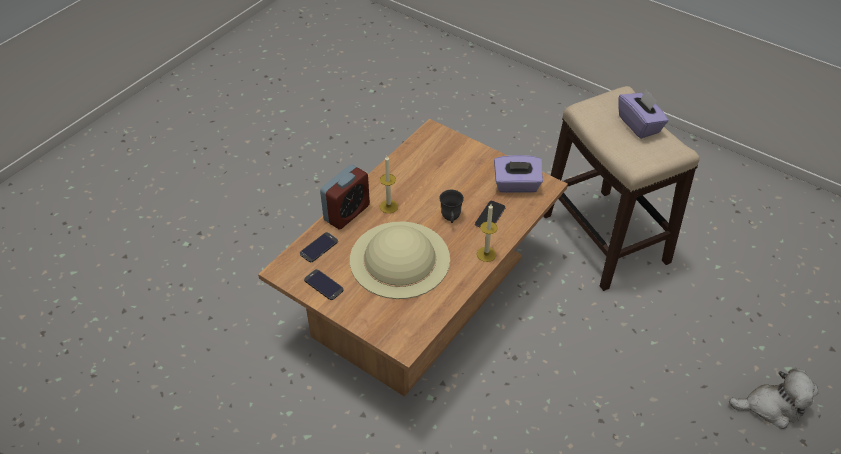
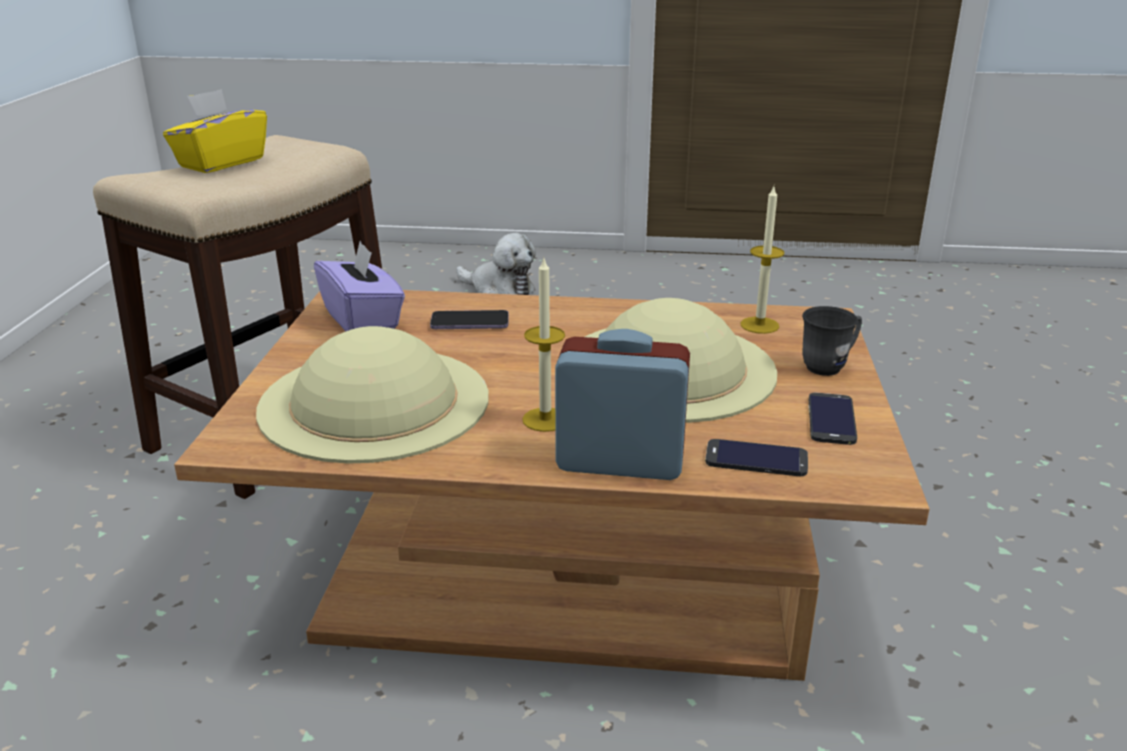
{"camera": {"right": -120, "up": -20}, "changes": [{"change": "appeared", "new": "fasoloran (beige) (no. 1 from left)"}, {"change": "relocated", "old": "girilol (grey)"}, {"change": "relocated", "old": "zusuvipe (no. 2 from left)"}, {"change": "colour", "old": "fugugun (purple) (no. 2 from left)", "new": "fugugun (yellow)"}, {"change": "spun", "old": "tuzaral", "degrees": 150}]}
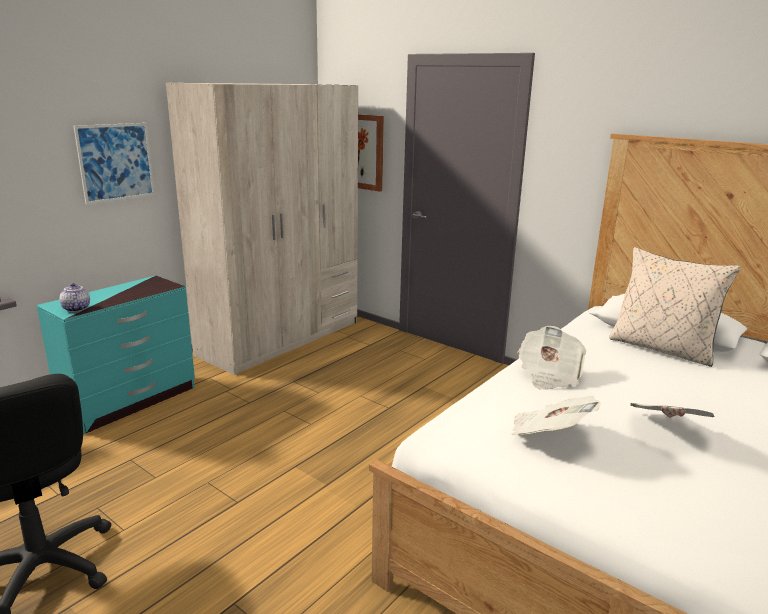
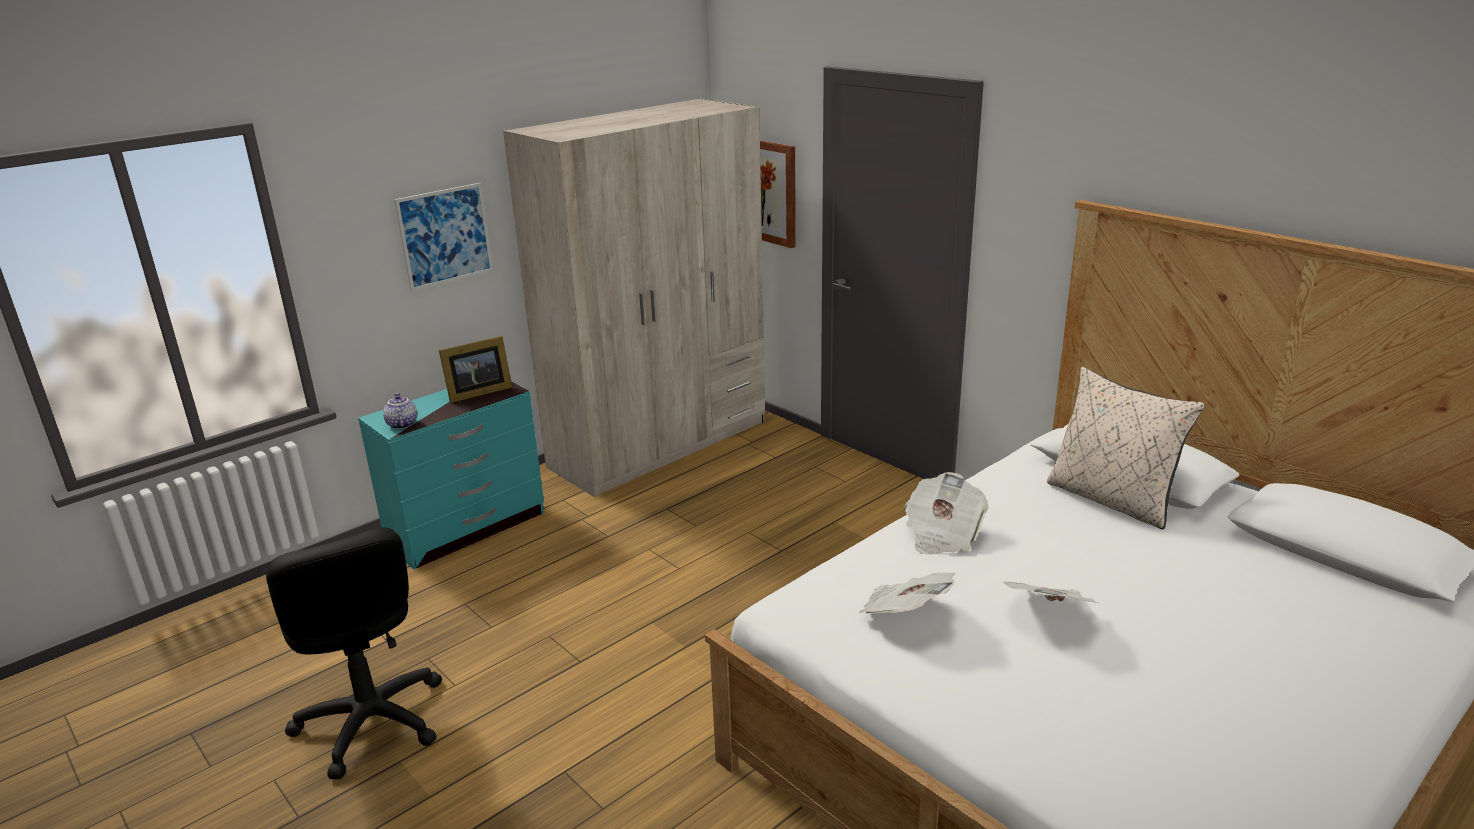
{"camera": {"right": 10, "up": 5}, "changes": [{"change": "appeared", "new": "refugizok"}]}
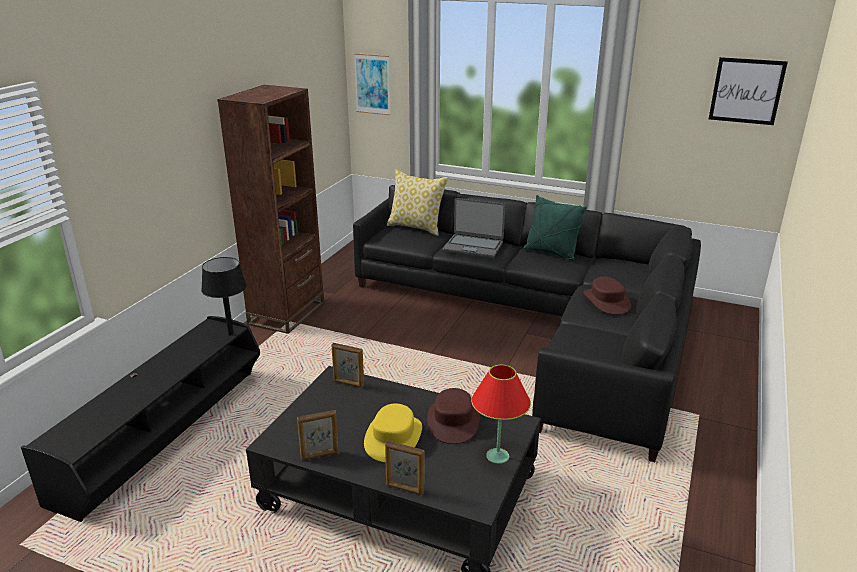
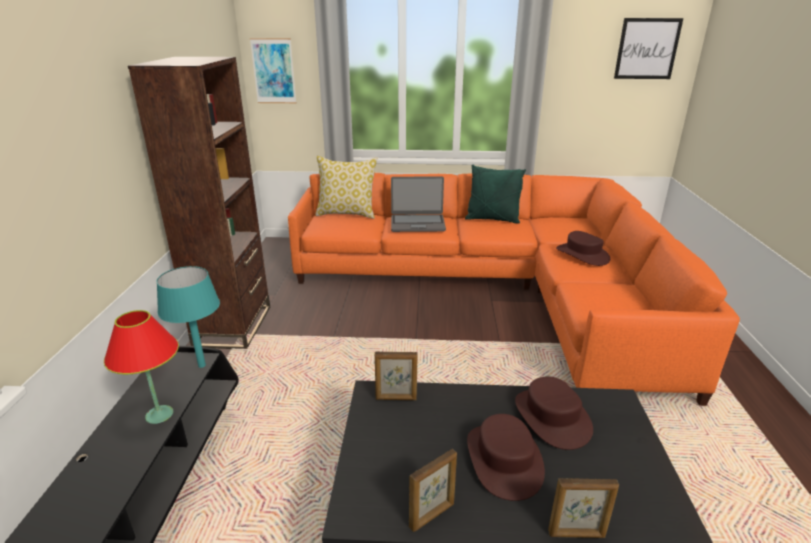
{"camera": {"right": -20, "up": 0}, "changes": [{"change": "relocated", "old": "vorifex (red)"}, {"change": "colour", "old": "vorifex (black)", "new": "vorifex (turquoise)"}, {"change": "colour", "old": "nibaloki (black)", "new": "nibaloki (orange)"}, {"change": "colour", "old": "fasoloran (yellow)", "new": "fasoloran (brown) (no. 1 from left)"}]}
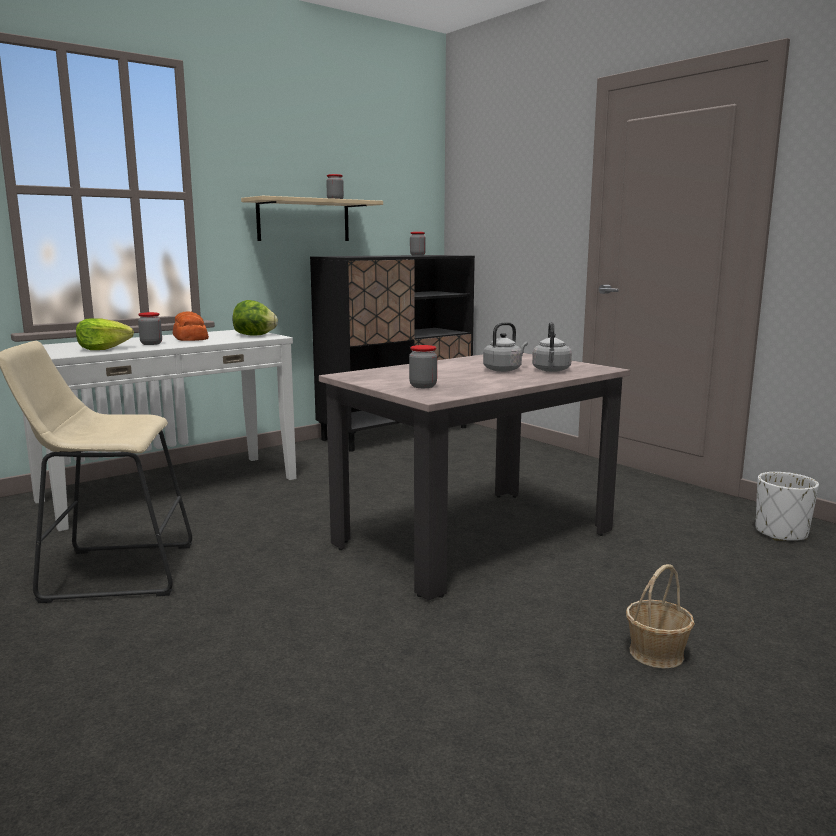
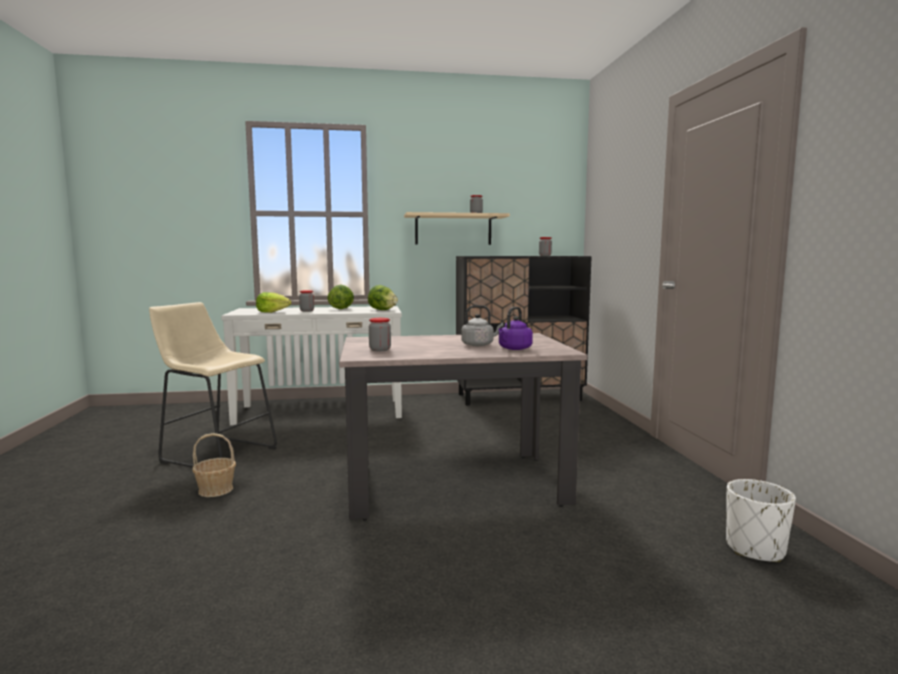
{"camera": {"right": 30, "up": -5}, "changes": [{"change": "relocated", "old": "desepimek"}, {"change": "exchanged", "old": "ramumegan", "new": "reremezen (no. 2 from left)"}, {"change": "colour", "old": "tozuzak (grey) (no. 2 from left)", "new": "tozuzak (purple)"}]}
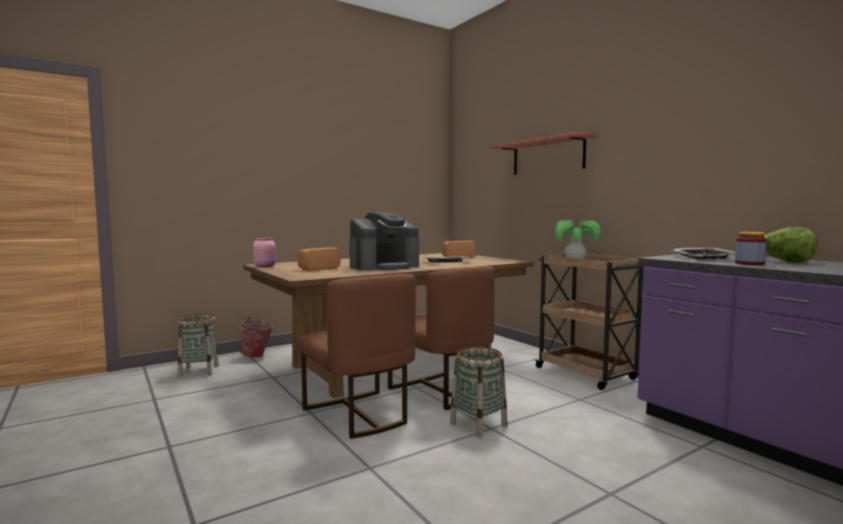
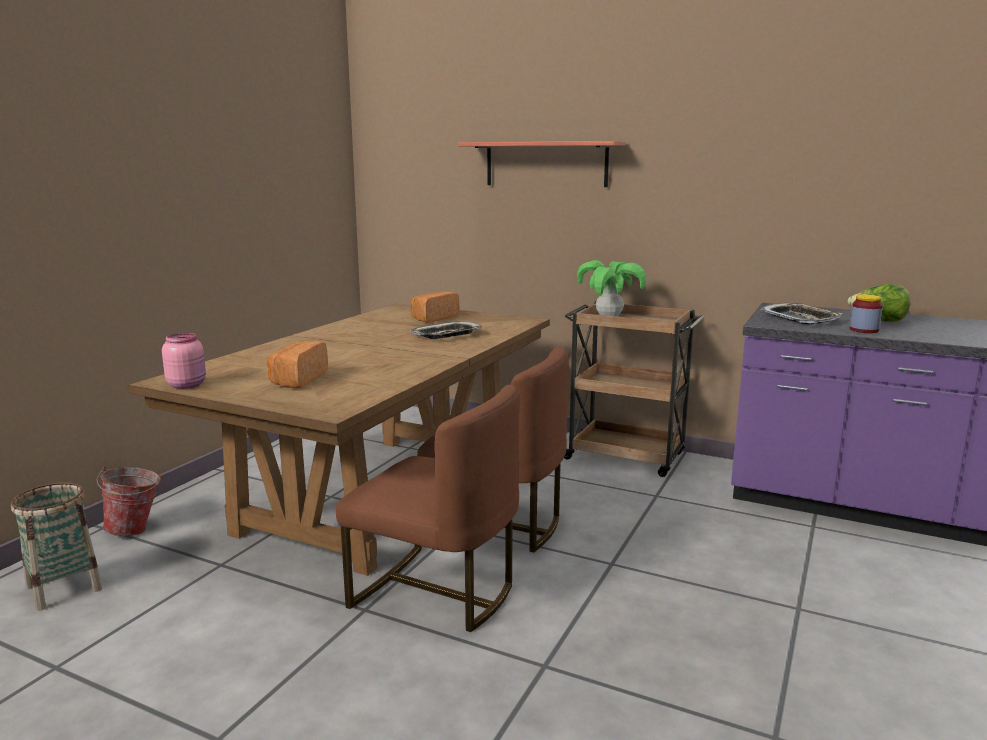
{"camera": {"right": -30, "up": 10}, "changes": [{"change": "missing", "old": "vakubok"}, {"change": "missing", "old": "desepimek (no. 2 from left)"}]}
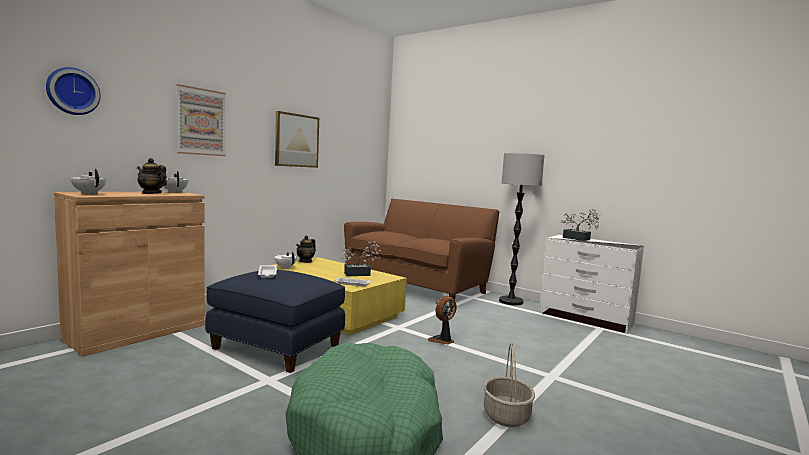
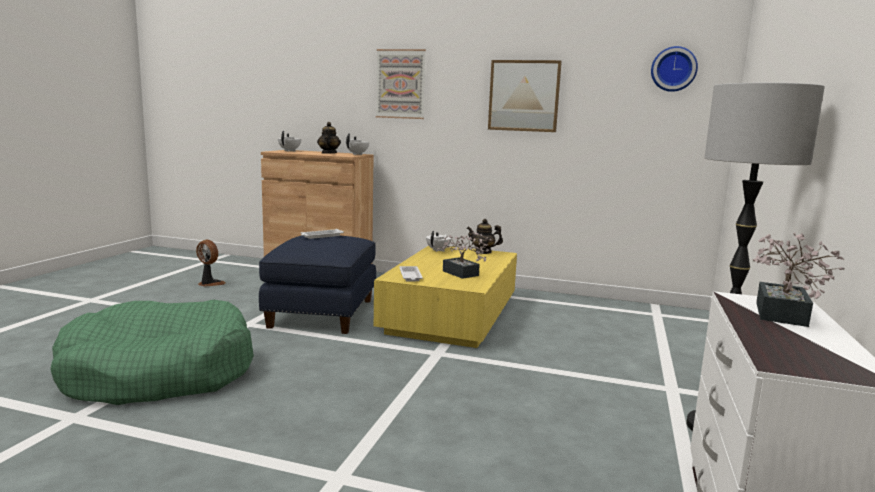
{"camera": {"right": 70, "up": 5}, "changes": [{"change": "missing", "old": "nibaloki (brown)"}, {"change": "missing", "old": "desepimek"}, {"change": "relocated", "old": "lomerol"}, {"change": "relocated", "old": "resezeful"}]}
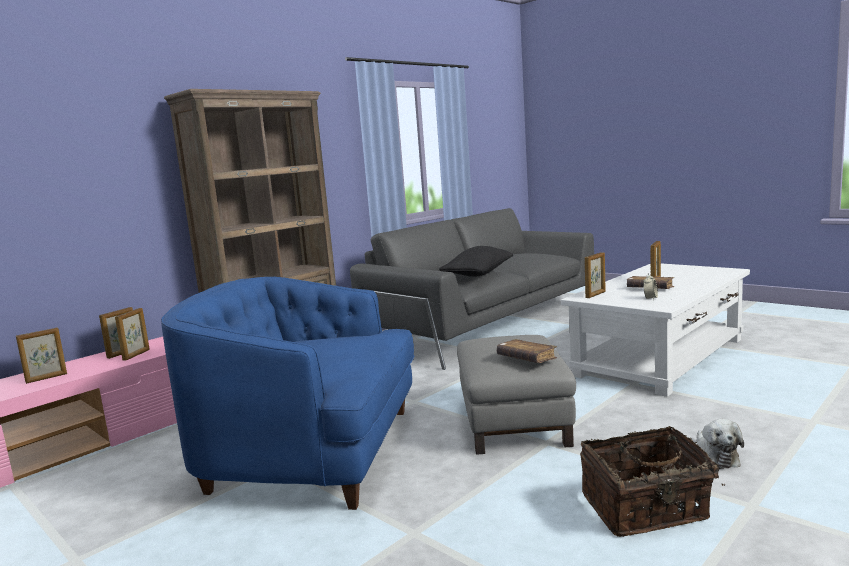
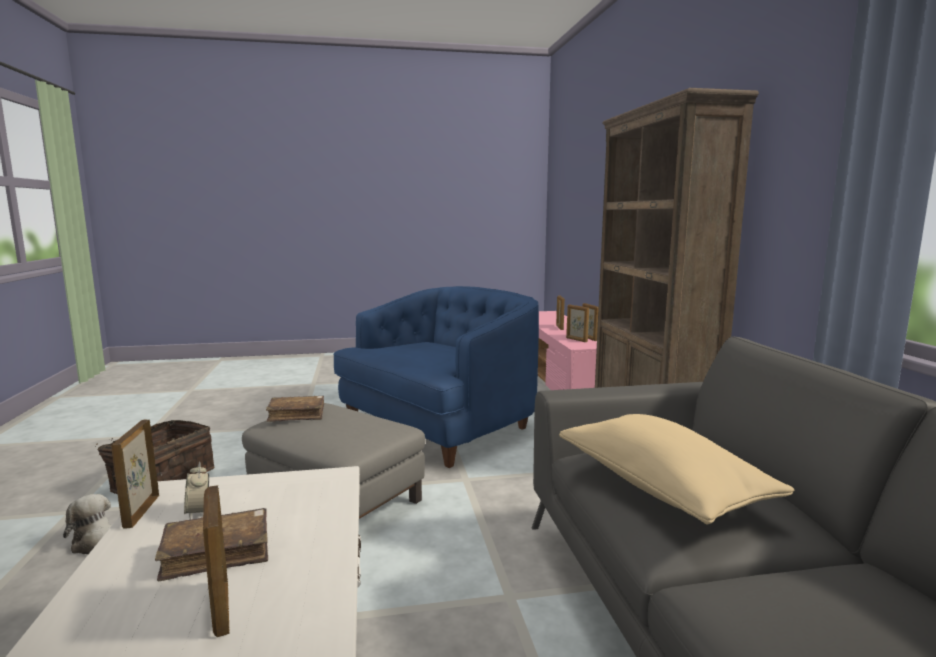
{"camera": {"right": 125, "up": 0}, "changes": [{"change": "relocated", "old": "refugizok (no. 4 from left in the first image)", "new": "refugizok (no. 1 from left)"}, {"change": "colour", "old": "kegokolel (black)", "new": "kegokolel (beige)"}]}
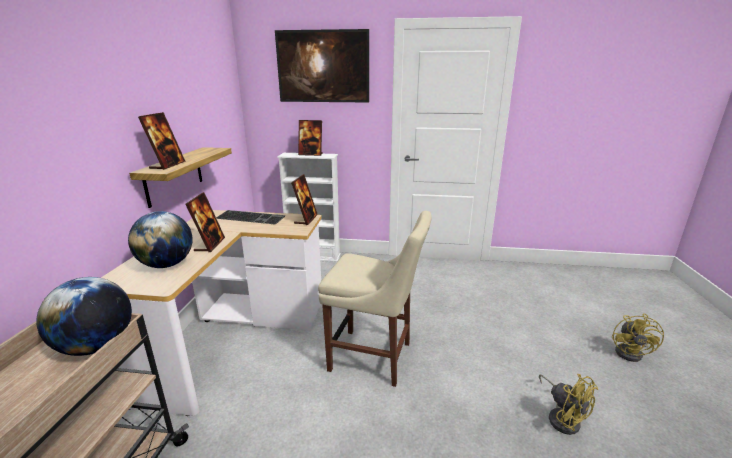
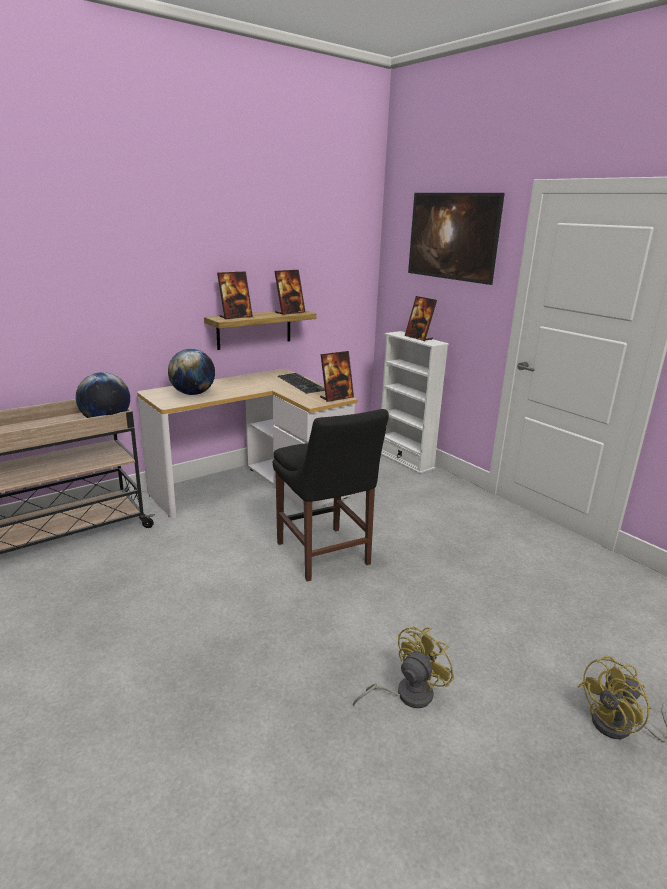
{"camera": {"right": 45, "up": 0}, "changes": [{"change": "relocated", "old": "refugizok (no. 2 from left)"}, {"change": "colour", "old": "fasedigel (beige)", "new": "fasedigel (black)"}, {"change": "spun", "old": "resezeful (yellow) (no. 1 from left)", "degrees": -150}]}
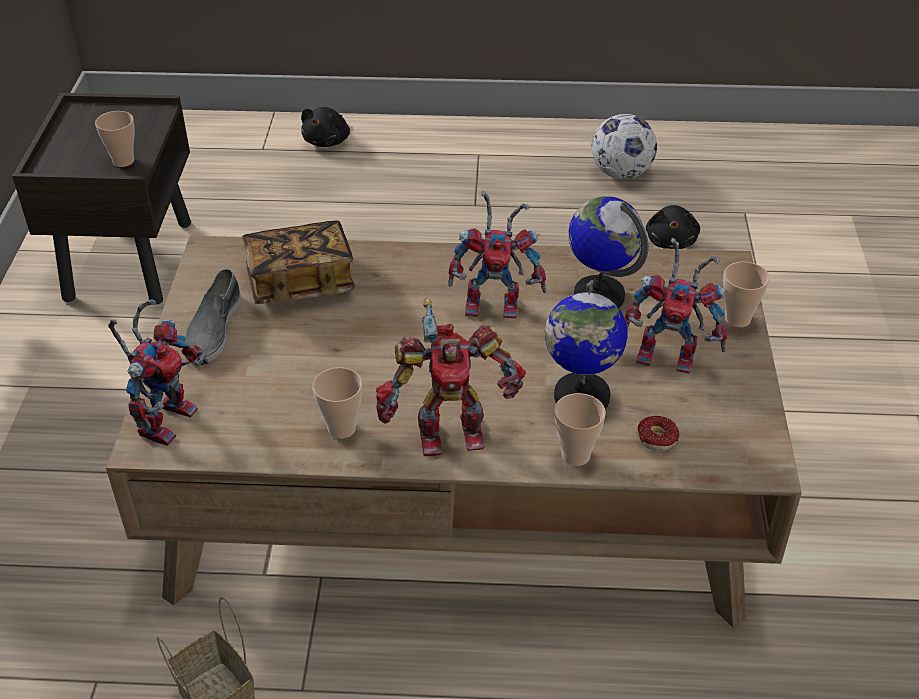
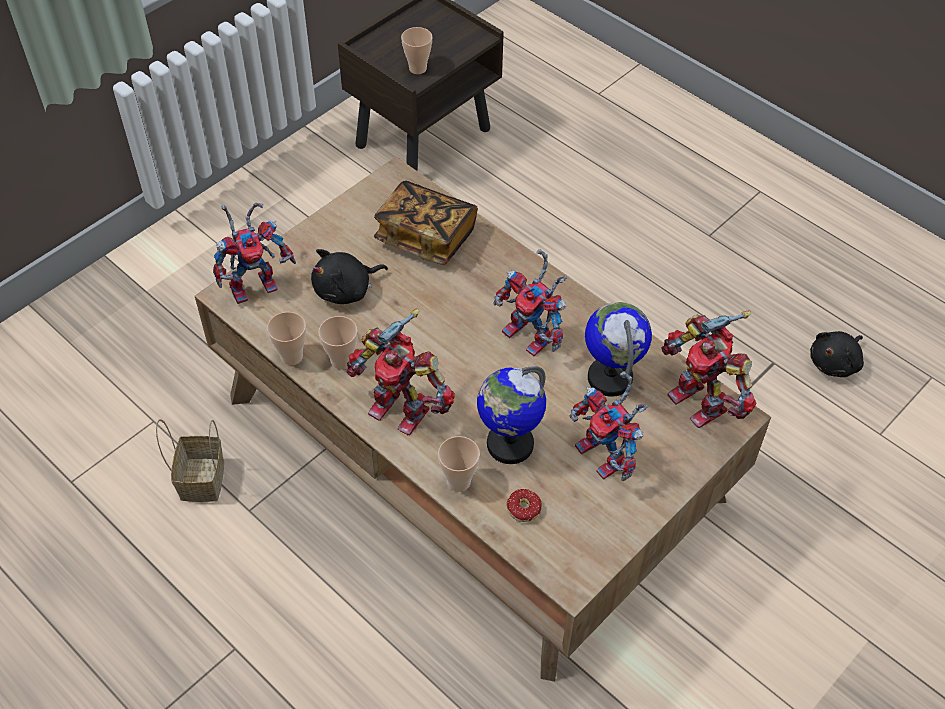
{"camera": {"right": 40, "up": 10}, "changes": [{"change": "missing", "old": "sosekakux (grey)"}, {"change": "missing", "old": "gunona"}, {"change": "appeared", "new": "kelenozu (no. 5 from left)"}, {"change": "relocated", "old": "tuzaral (black) (no. 1 from left)"}, {"change": "relocated", "old": "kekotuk (no. 4 from left in the first image)", "new": "kekotuk (no. 1 from left)"}]}
